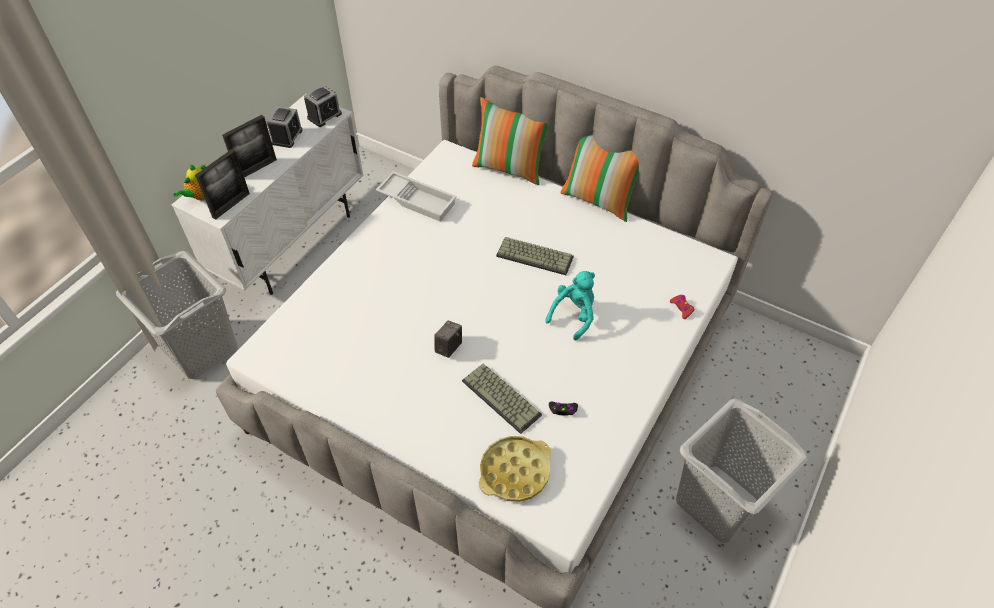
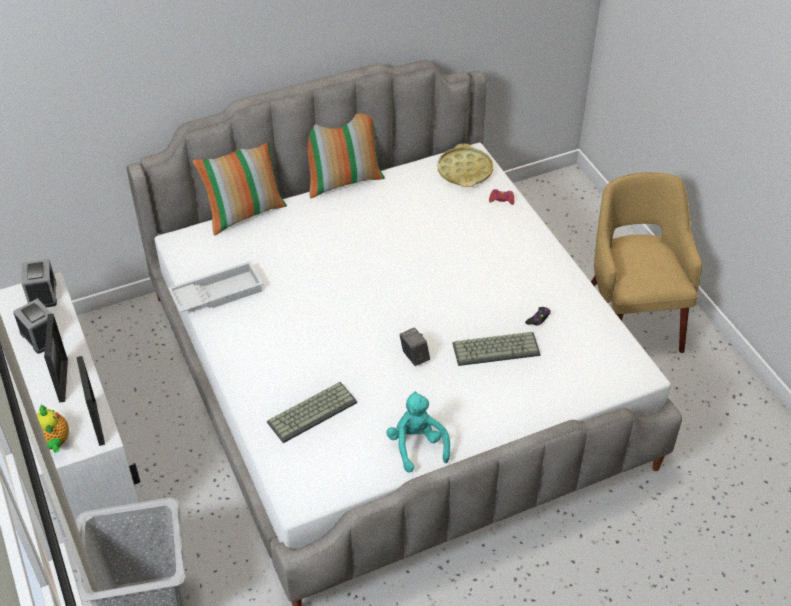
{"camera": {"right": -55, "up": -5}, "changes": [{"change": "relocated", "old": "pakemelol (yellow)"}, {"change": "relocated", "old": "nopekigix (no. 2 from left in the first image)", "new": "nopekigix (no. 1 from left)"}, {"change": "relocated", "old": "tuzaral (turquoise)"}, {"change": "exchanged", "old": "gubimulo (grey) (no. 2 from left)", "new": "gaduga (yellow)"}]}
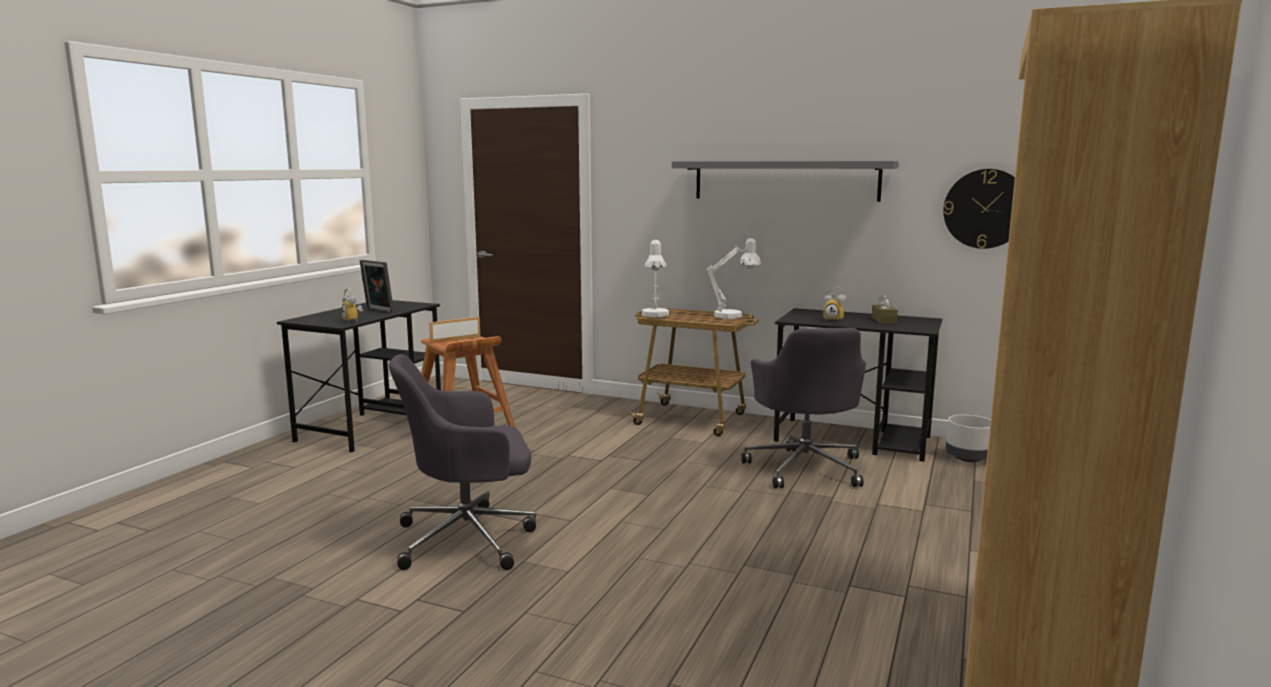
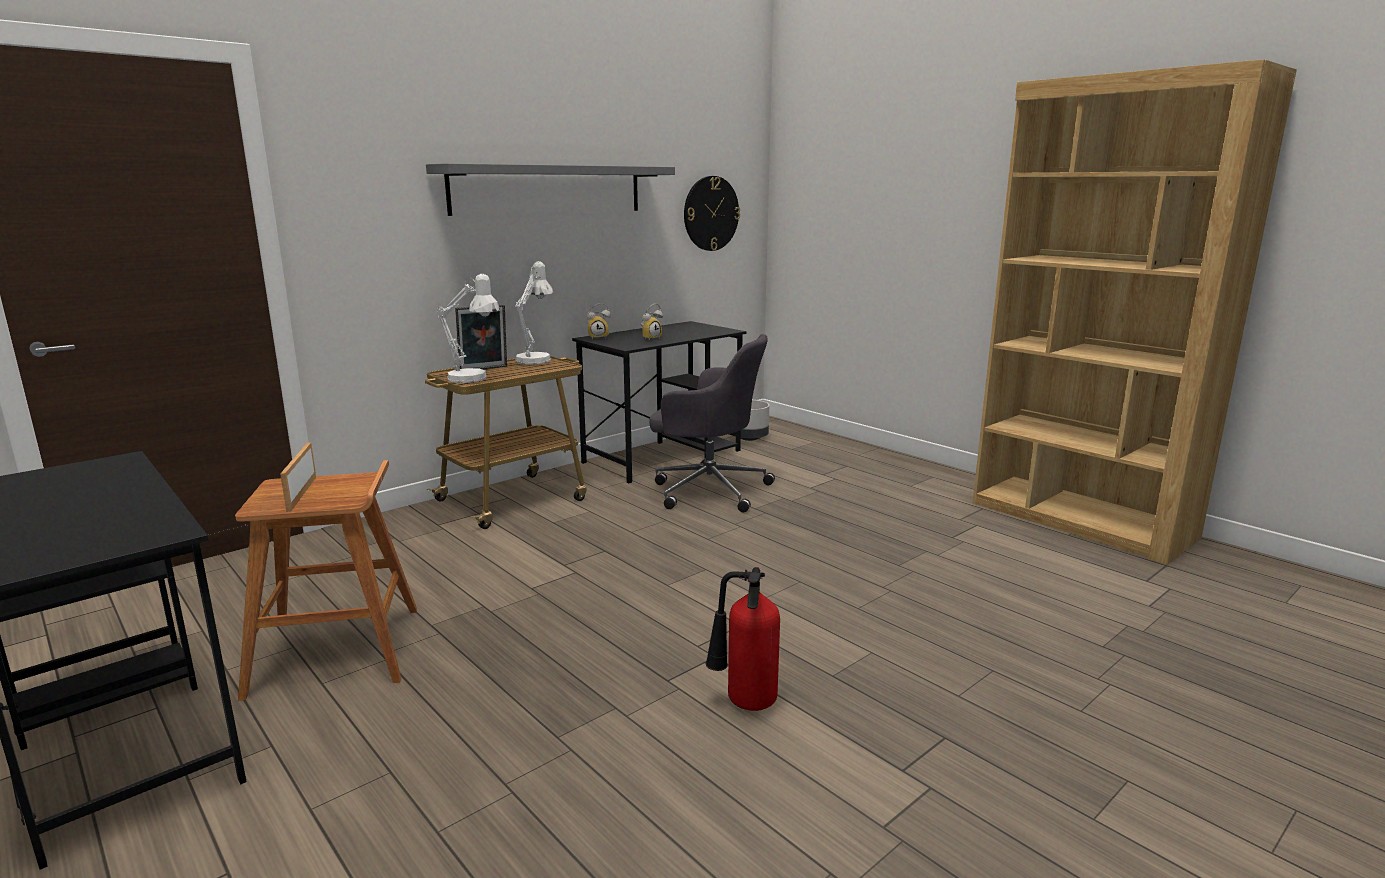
{"camera": {"right": -65, "up": 5}, "changes": [{"change": "missing", "old": "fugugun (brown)"}, {"change": "relocated", "old": "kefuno (no. 1 from left)"}, {"change": "relocated", "old": "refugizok (no. 1 from left in the first image)", "new": "refugizok (no. 2 from left)"}, {"change": "exchanged", "old": "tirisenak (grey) (no. 1 from left)", "new": "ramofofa"}]}
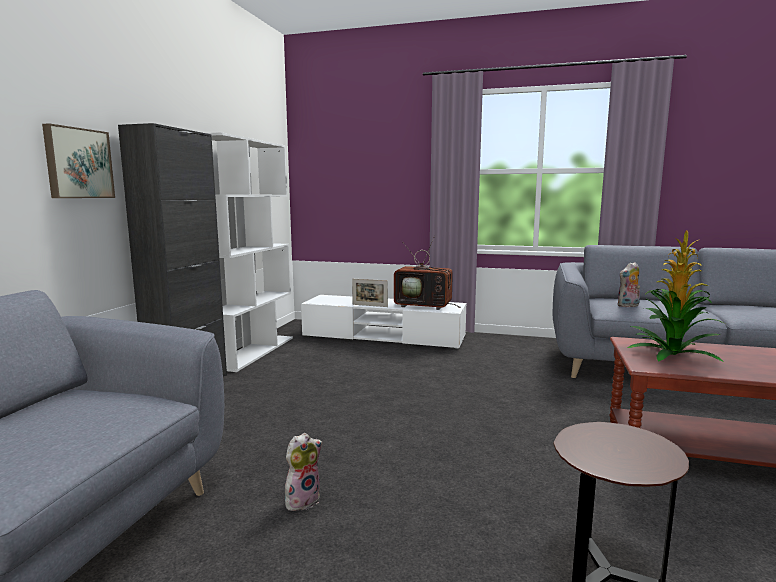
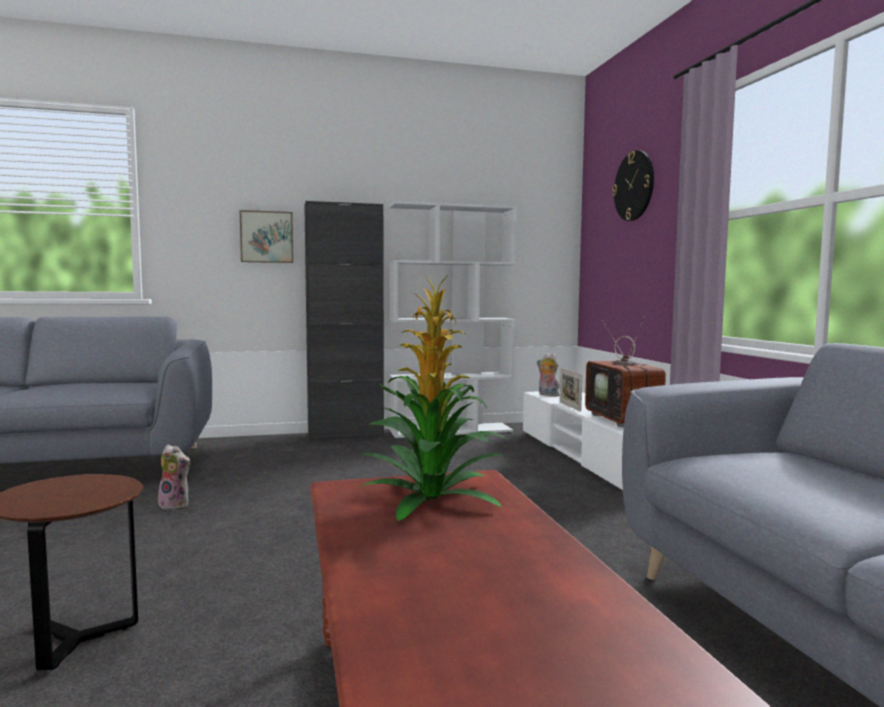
{"camera": {"right": 60, "up": -5}, "changes": [{"change": "appeared", "new": "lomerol"}, {"change": "relocated", "old": "tuzaral (no. 2 from left)"}]}
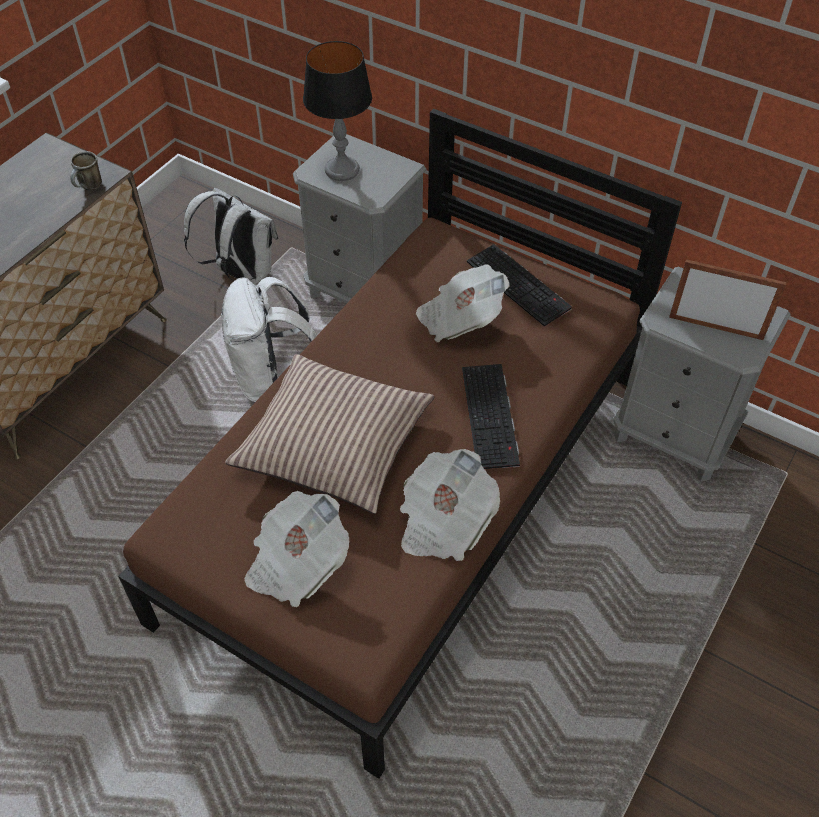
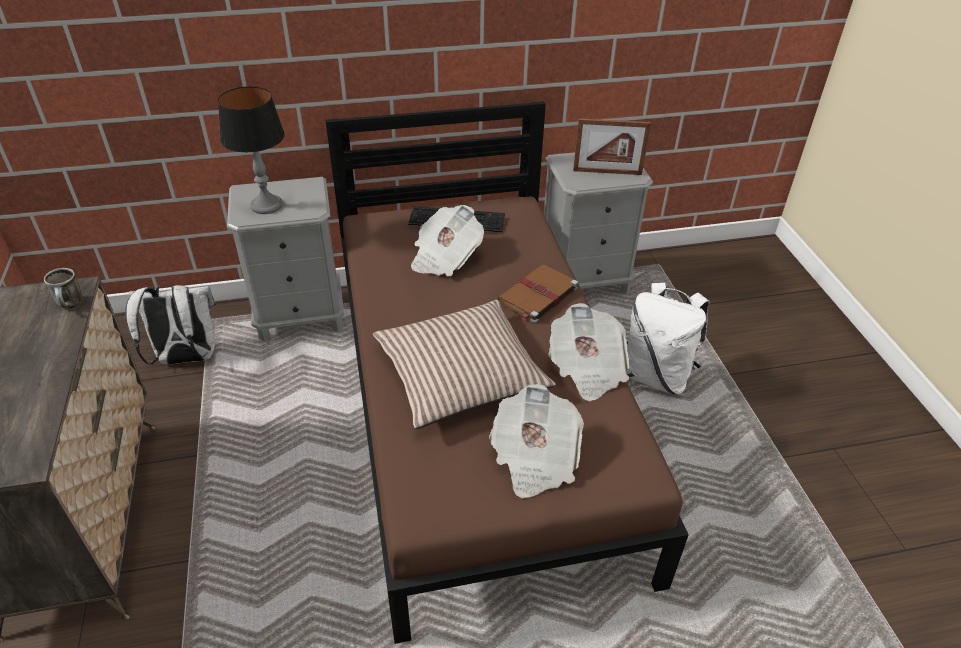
{"camera": {"right": -45, "up": -10}, "changes": [{"change": "relocated", "old": "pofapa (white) (no. 2 from left)"}, {"change": "exchanged", "old": "nopekigix (no. 1 from left)", "new": "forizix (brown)"}, {"change": "spun", "old": "refugizok", "degrees": -150}]}
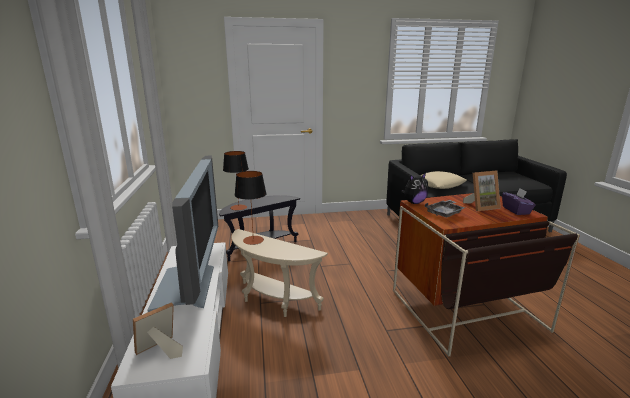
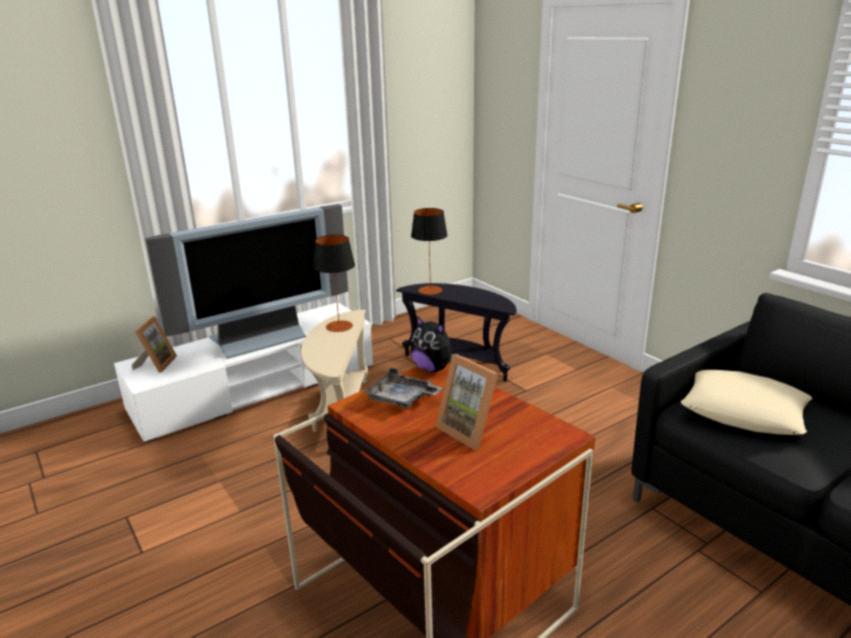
{"camera": {"right": 65, "up": 5}, "changes": [{"change": "missing", "old": "fugugun (purple)"}, {"change": "spun", "old": "refugizok (no. 1 from left)", "degrees": 75}]}
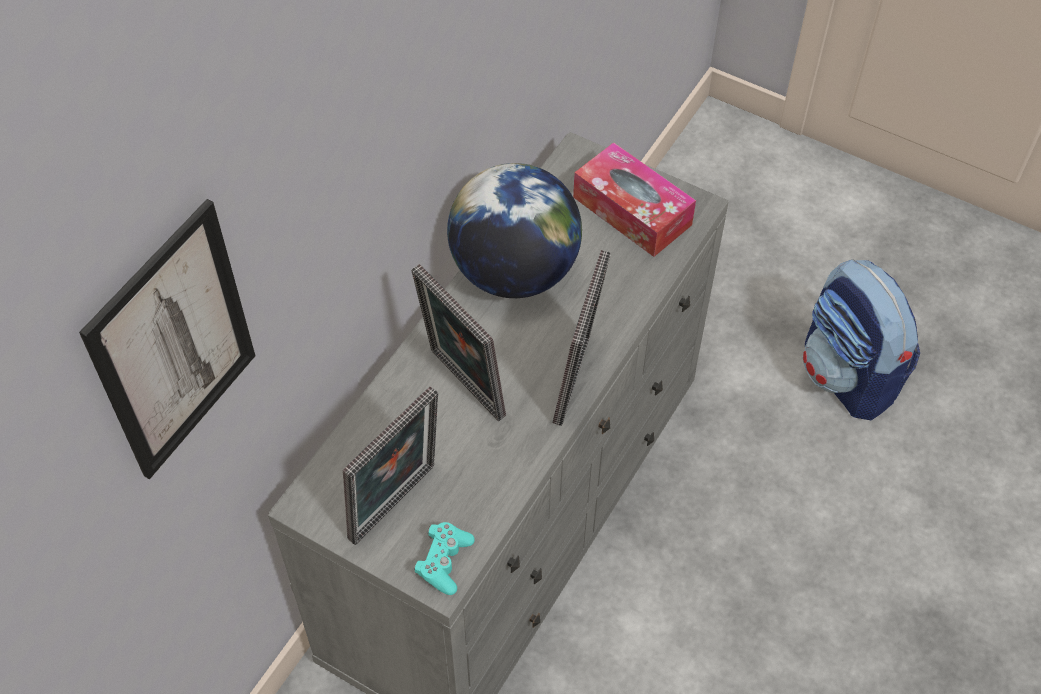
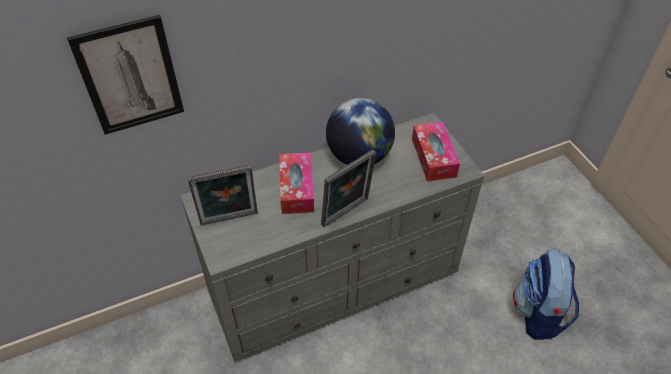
{"camera": {"right": 35, "up": -5}, "changes": [{"change": "missing", "old": "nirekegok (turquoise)"}, {"change": "exchanged", "old": "refugizok (no. 2 from left)", "new": "fugugun (no. 1 from left)"}]}
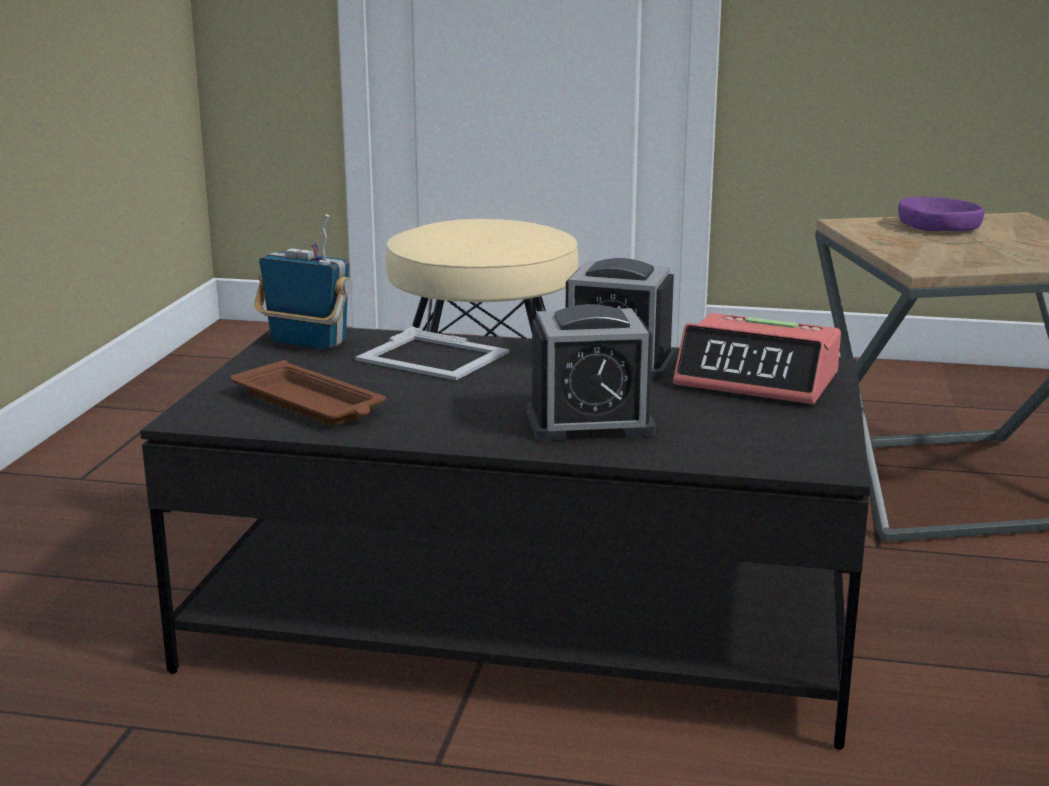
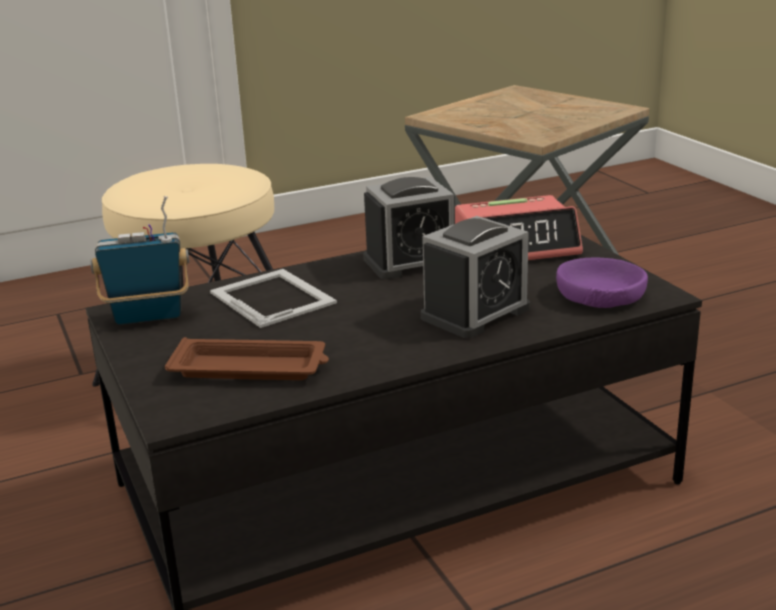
{"camera": {"right": -35, "up": 5}, "changes": [{"change": "relocated", "old": "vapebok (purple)"}, {"change": "spun", "old": "refugizok", "degrees": -120}]}
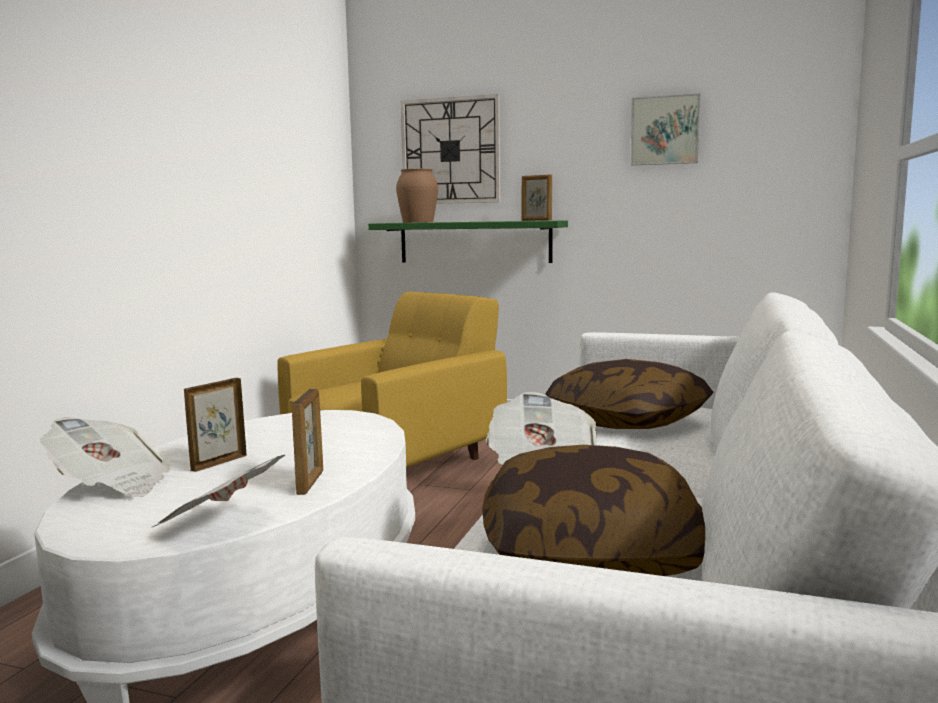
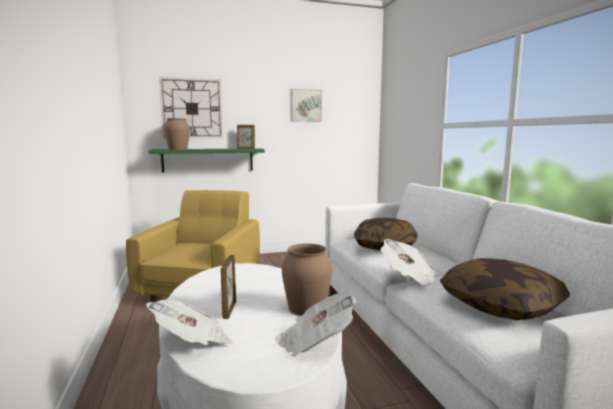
{"camera": {"right": -35, "up": 0}, "changes": [{"change": "exchanged", "old": "refugizok (no. 2 from left)", "new": "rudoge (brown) (no. 2 from left)"}]}
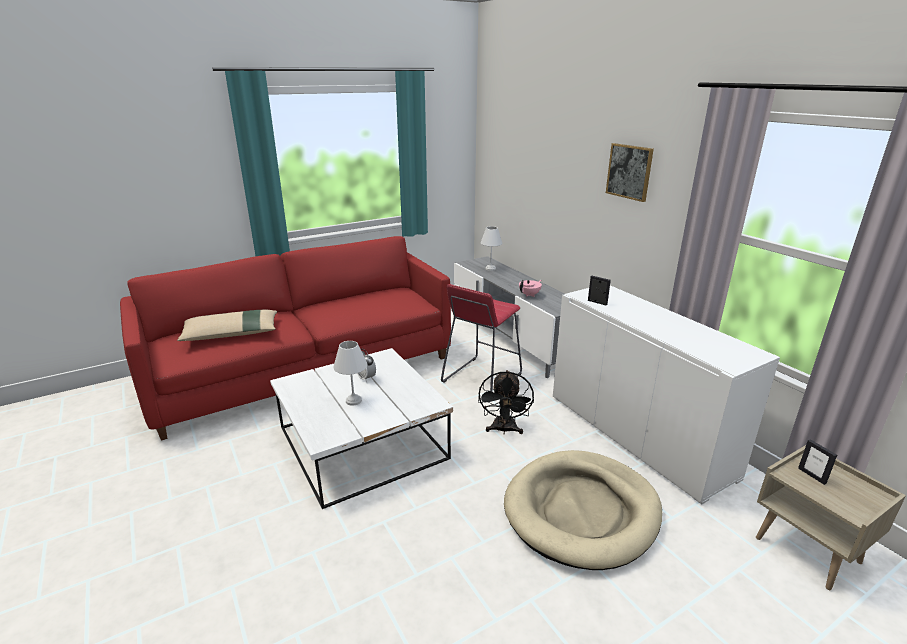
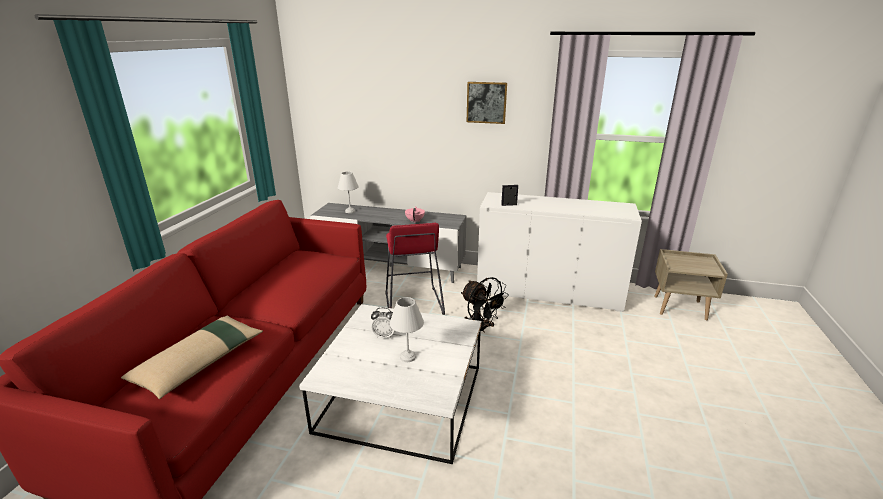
{"camera": {"right": -45, "up": 0}, "changes": [{"change": "missing", "old": "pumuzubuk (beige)"}, {"change": "missing", "old": "refugizok (no. 2 from left)"}]}
